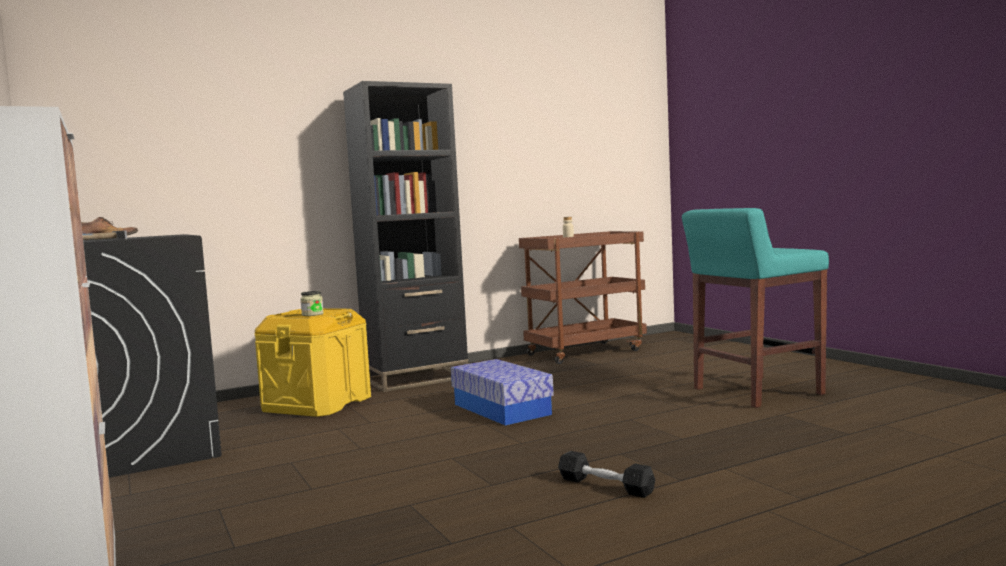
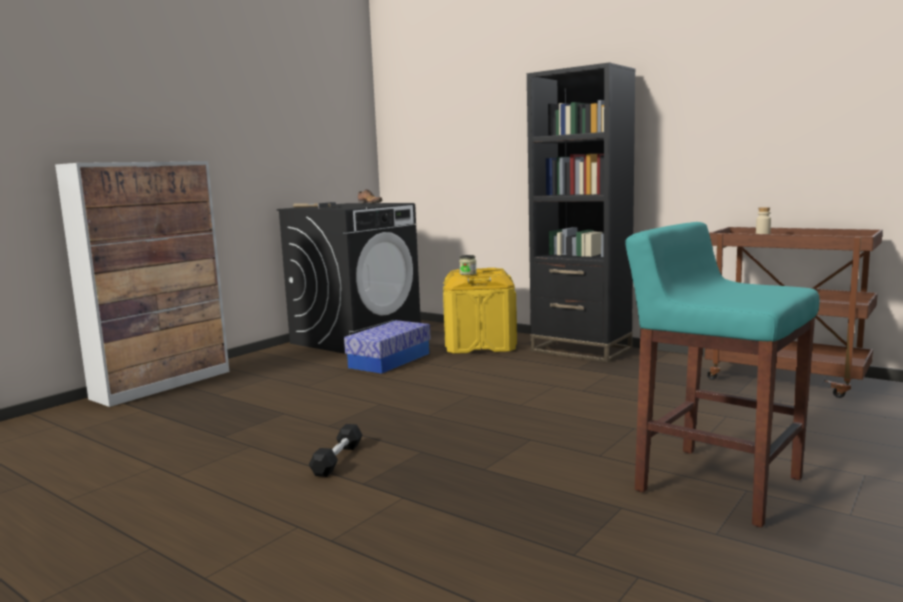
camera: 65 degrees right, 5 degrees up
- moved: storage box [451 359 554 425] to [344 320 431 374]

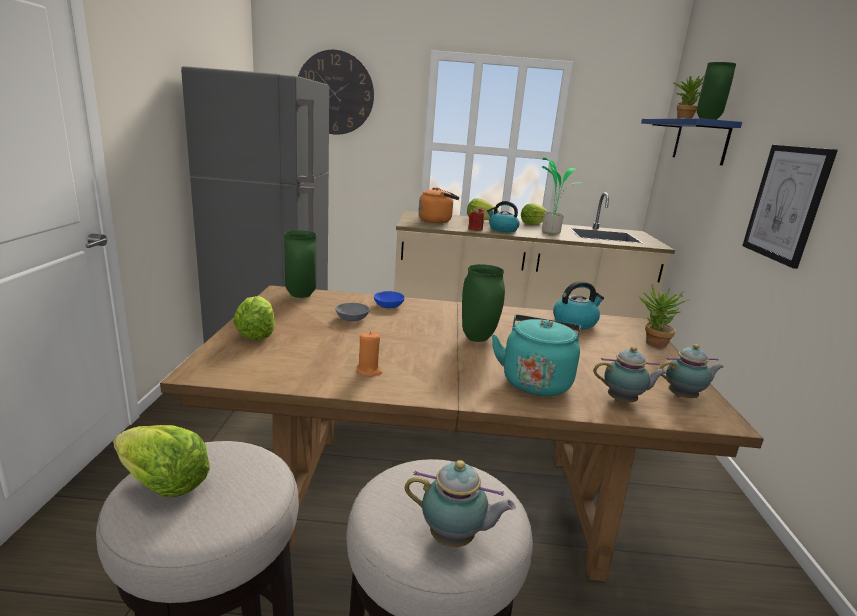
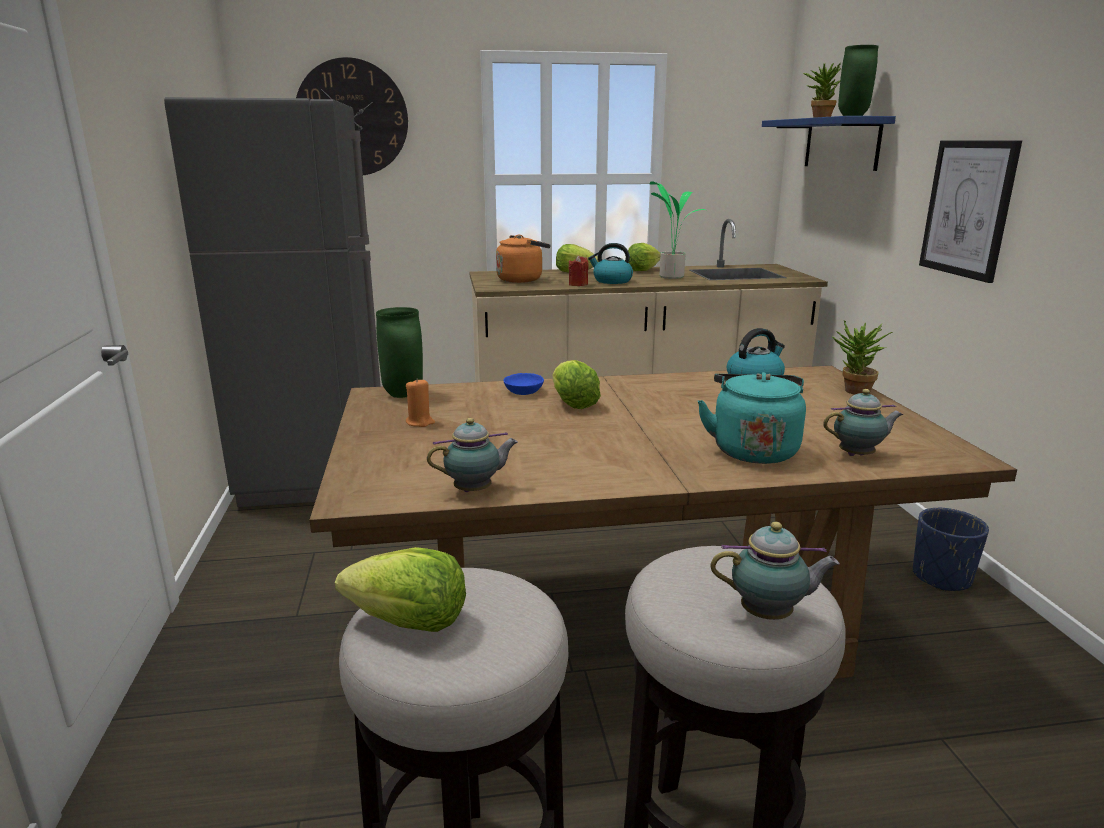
camera: 10 degrees left, 0 degrees up
- removed: vase in green [462 264 505 342]
- moved: lettuce [233 296 275 340] to [553 360 601 409]
- removed: bowl in grey [335 303 370 321]
- moved: candle in orange [356 331 382 377] to [406 378 435 427]
- moved: teapot [659 344 724 398] to [427 418 518 492]
- added: planter in blue [913 508 989 591]

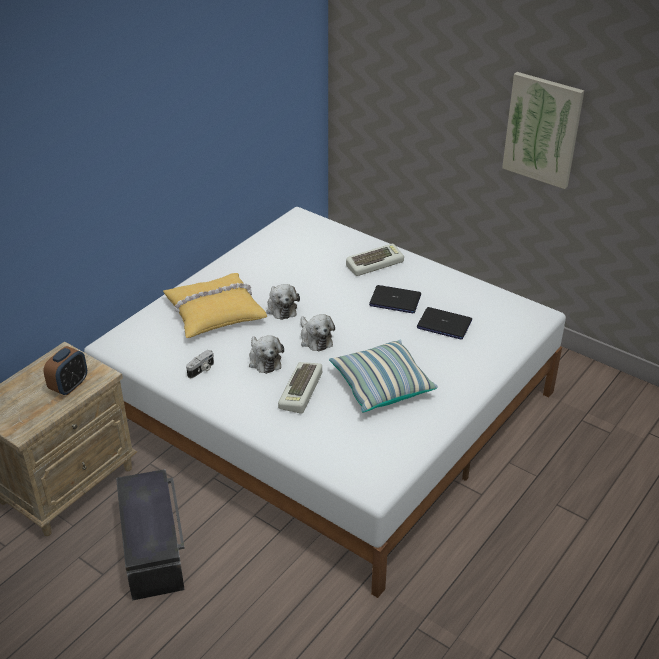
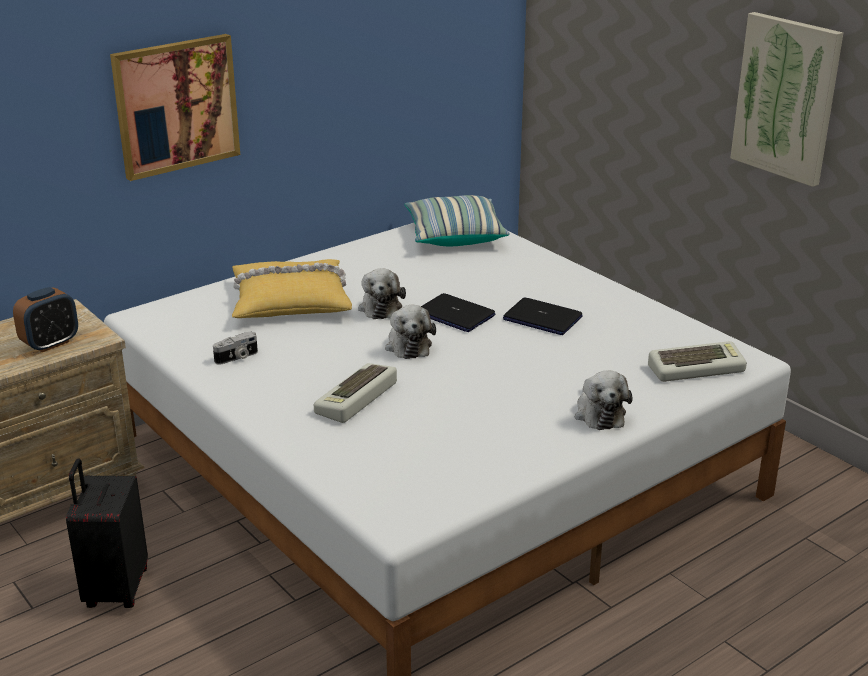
camera: 15 degrees right, 10 degrees down
- moved: keyboard [346 244 404 276] to [648 341 747 382]
- moved: laptop [417 307 472 339] to [421 293 496 332]
- moved: plush toy [249 335 284 374] to [575 371 632 430]
- moved: pillow [329 340 438 412] to [405 195 510 246]
- replaced: storage box in black [116 469 185 601] to suitcase in black [66 458 148 608]
- added: picture [110 34 240 181]

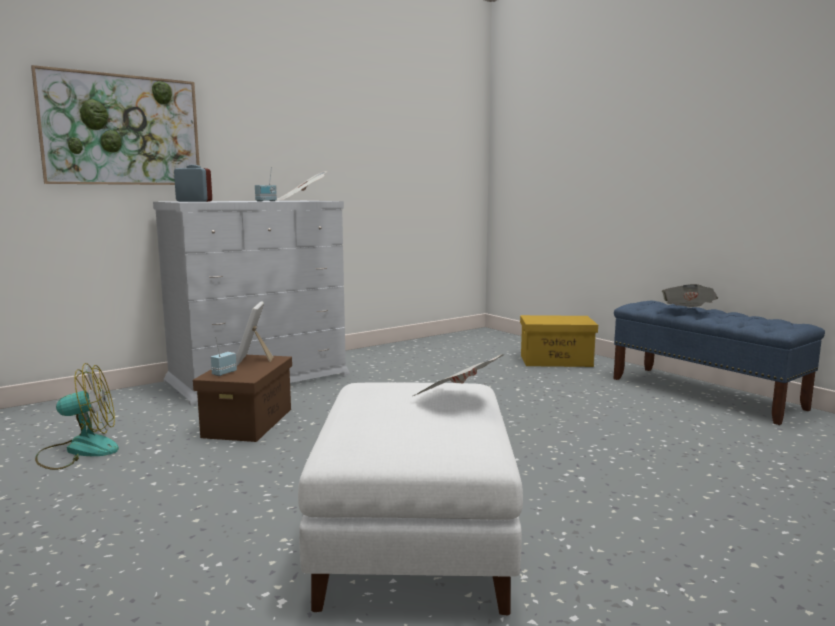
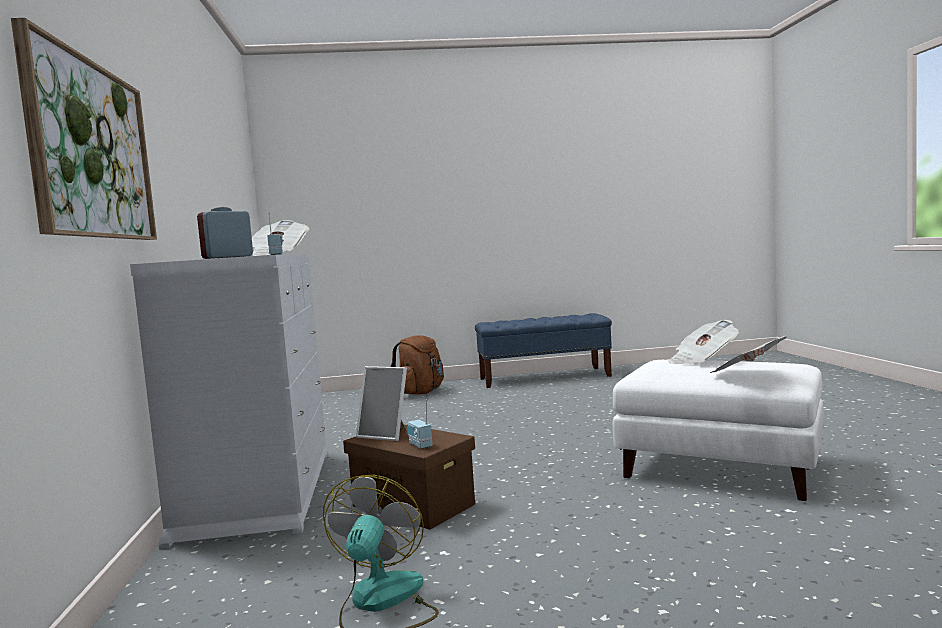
camera: 60 degrees left, 5 degrees down
- moved: newspaper [662 284 718 307] to [710 335 786 373]
- replaced: storage box in yellow [520 315 598 367] to backpack in brown [390 335 444 394]

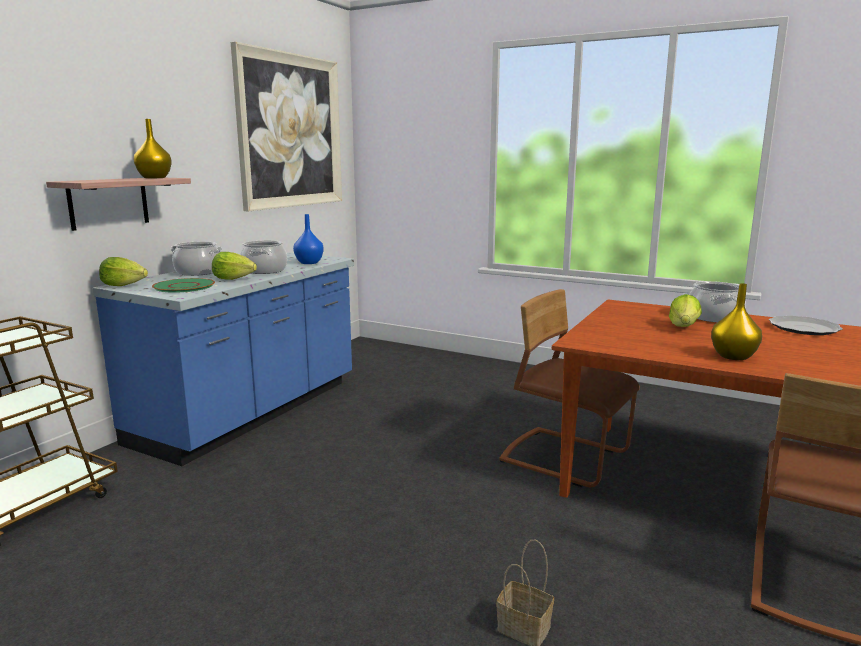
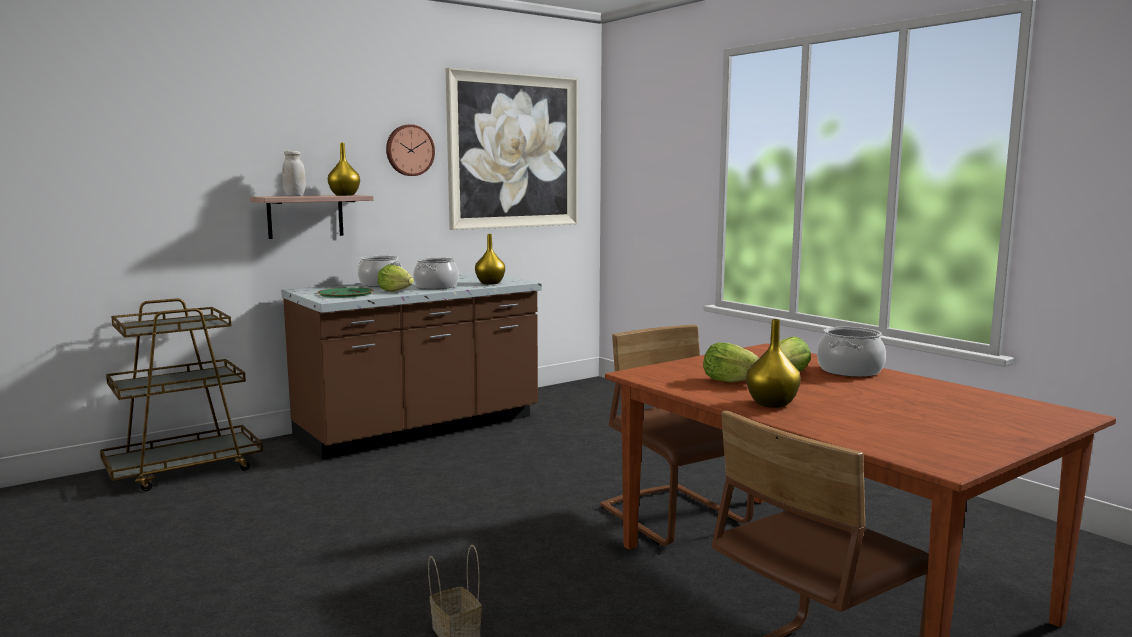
camera: 25 degrees right, 5 degrees down
- recoloured: vase in blue [293 214 324 264] to vase in yellow [475 234 505 284]
- recoloured: counter in blue [93 252 354 466] to counter in brown [281 273 542 460]
- moved: lettuce [99 257 148 286] to [703 343 759 382]
- removed: plate [769 316 843 335]
- added: wall clock [386 124 435 176]
- added: jar in white [282 151 306 196]

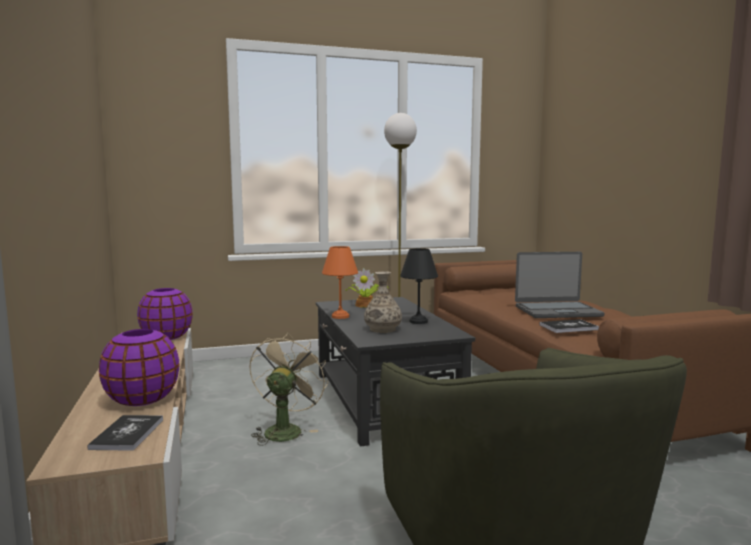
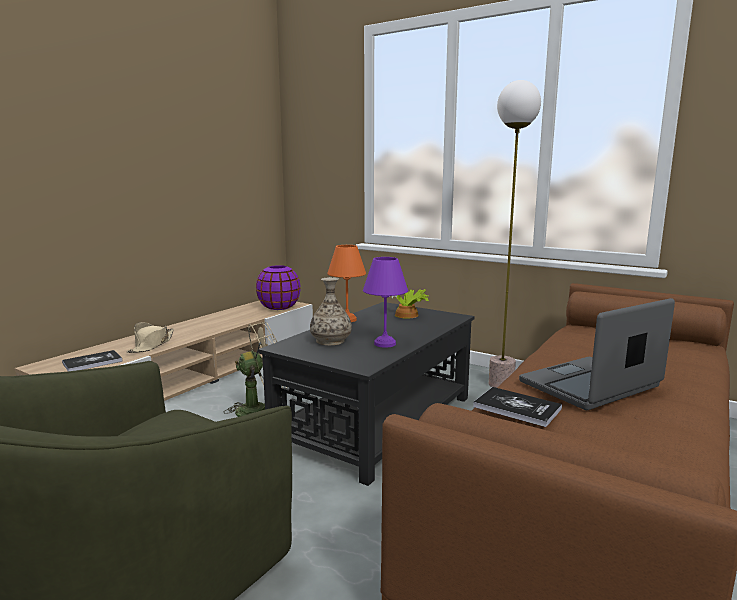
camera: 50 degrees right, 5 degrees up
- recoloured: table lamp in black [400 248 438 324] to table lamp in purple [363 257 408 348]
- turned: laptop [515 252 605 318] = [519 298 675 410] 105 degrees clockwise
- replaced: vase in purple [99 329 180 406] to hat in beige [126 322 174 353]

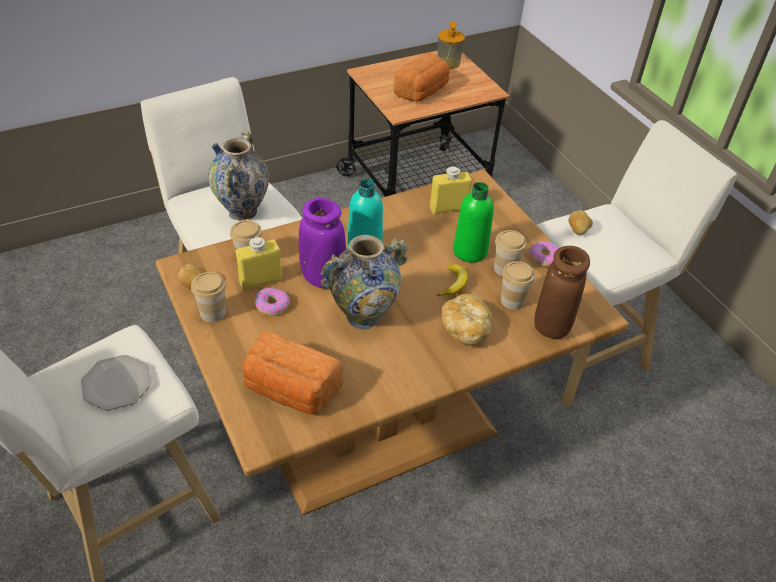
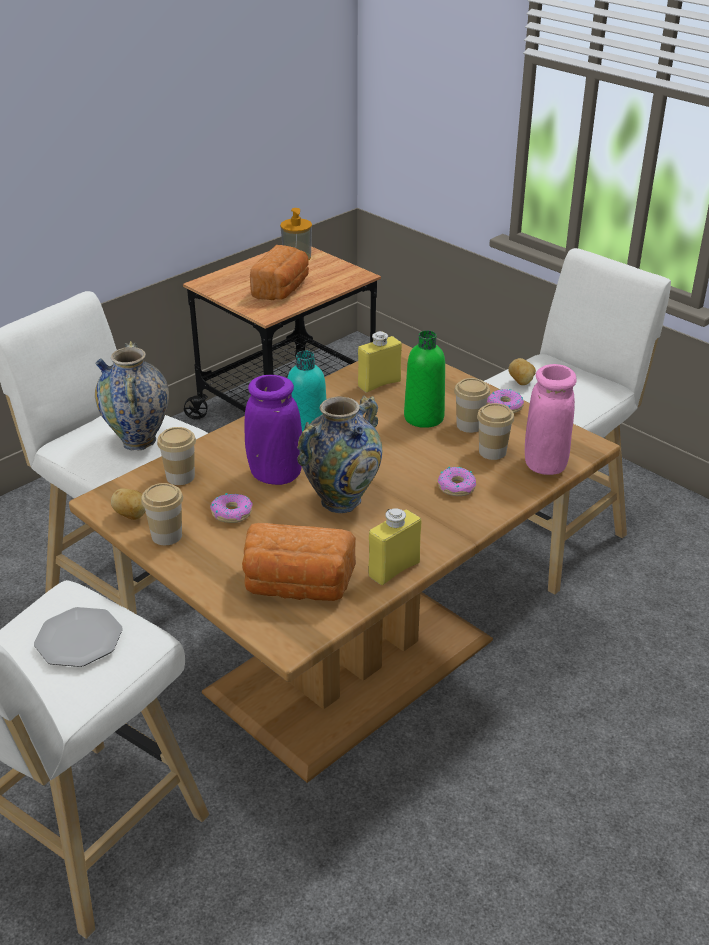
camera: 15 degrees left, 10 degrees down
- moved: bottle in yellow [236 237 282 291] to [368 508 421 585]
- recoloured: vase in brown [534 246 590 339] to vase in pink [525 364 577 475]
- removed: banana [436 264 468 296]
- replaced: bread [441 294 492 345] to donut [438 467 476 496]

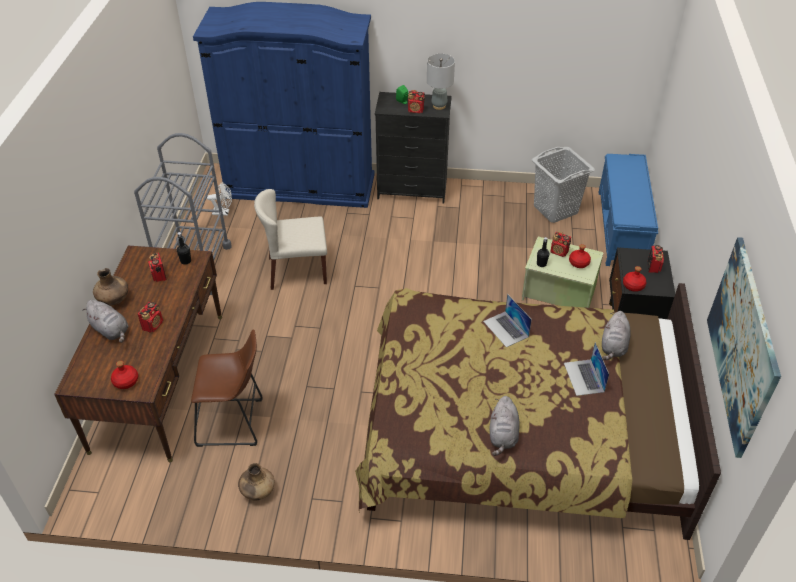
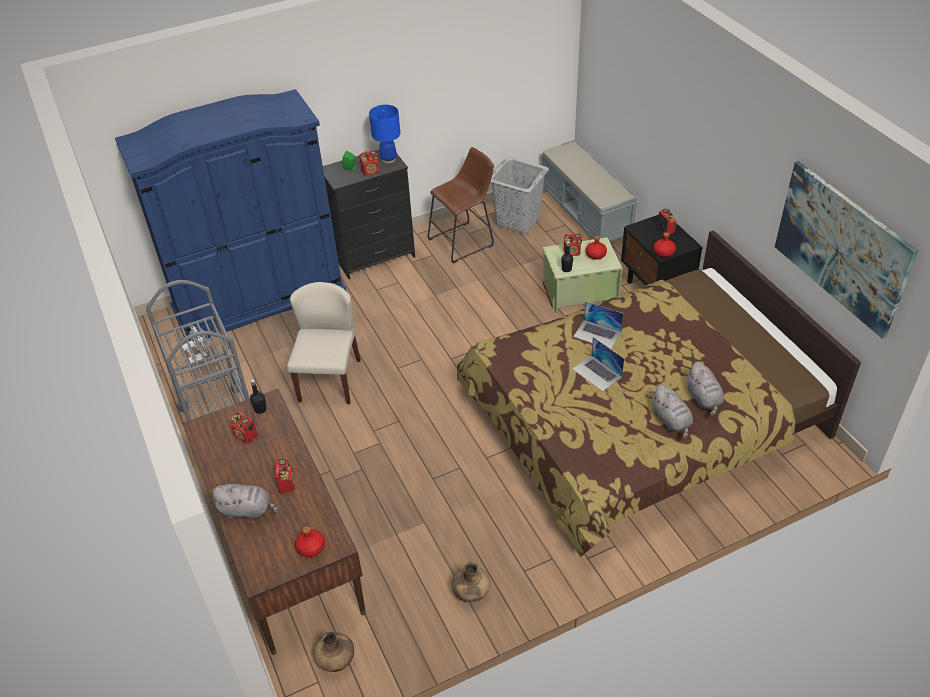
camera: 30 degrees left, 0 degrees up
- recoloured: table lamp in grey [427 54 455 110] to table lamp in blue [369 105 400 164]
- recoloured: bench in blue [598 154 658 266] to bench in grey [541 140 638 242]
- turned: chair in beige [254 189 327 290] = [287 282 361 404] 135 degrees clockwise
- moved: vase in brown [93 268 128 306] to [314 631 354 672]
- moved: plush toy in grey [602 311 631 360] to [686 361 724 416]
- moved: stool in brown [191 329 263 447] to [428 147 494 264]
- moved: laptop [564 342 609 396] to [572 337 624 392]

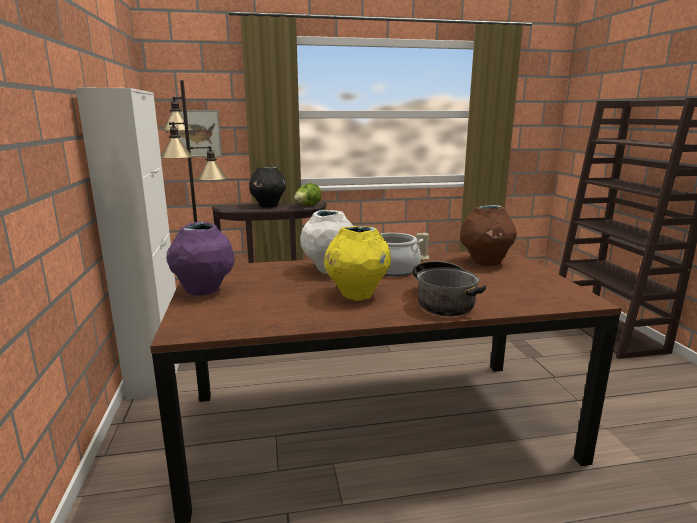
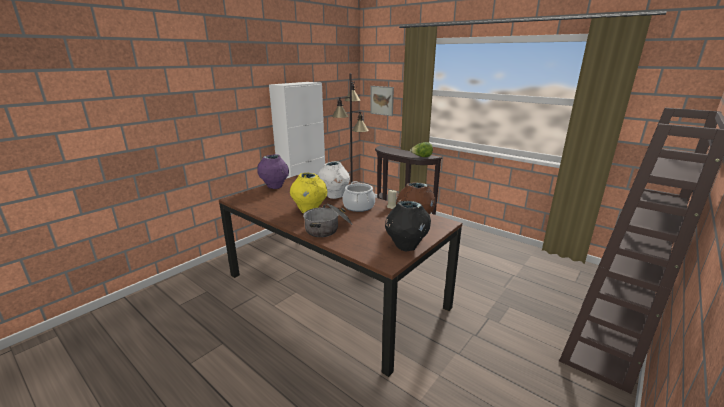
camera: 50 degrees right, 5 degrees up
- moved: vase in black [249 167 286 208] to [385 201 431 251]

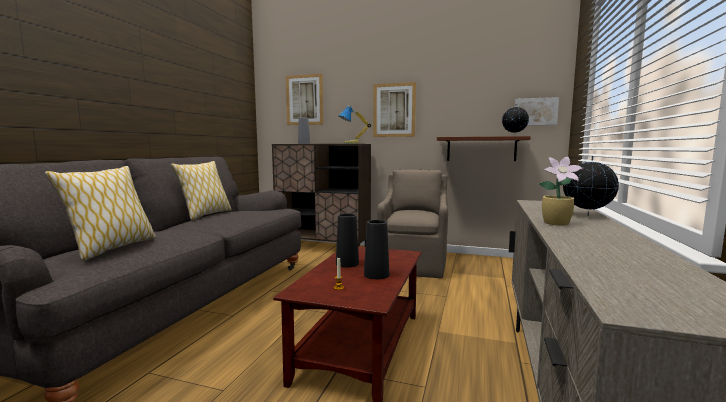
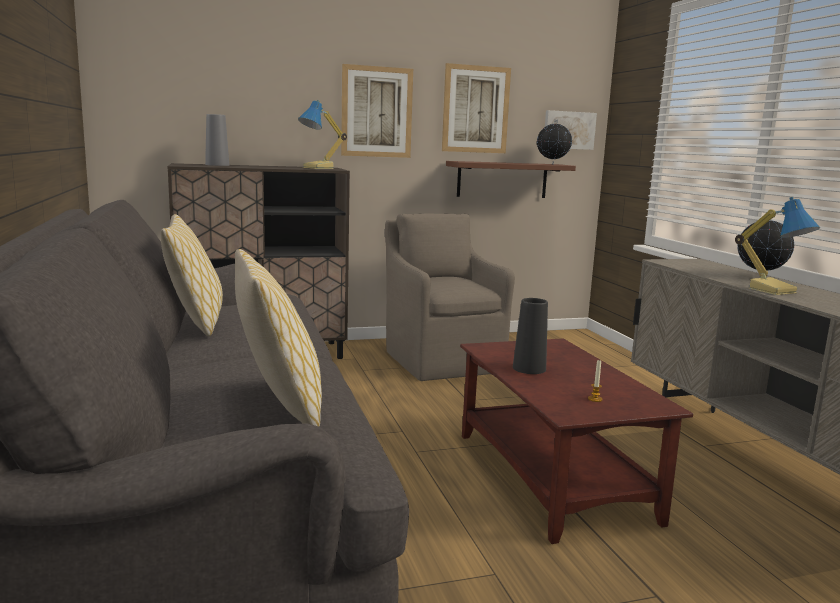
camera: 35 degrees left, 5 degrees up
- moved: picture [286 74 323 125] to [442 63 511 153]
- replaced: potted plant [538 157 583 226] to table lamp [735 197 820 295]
- removed: vase in black [364 220 390 279]

